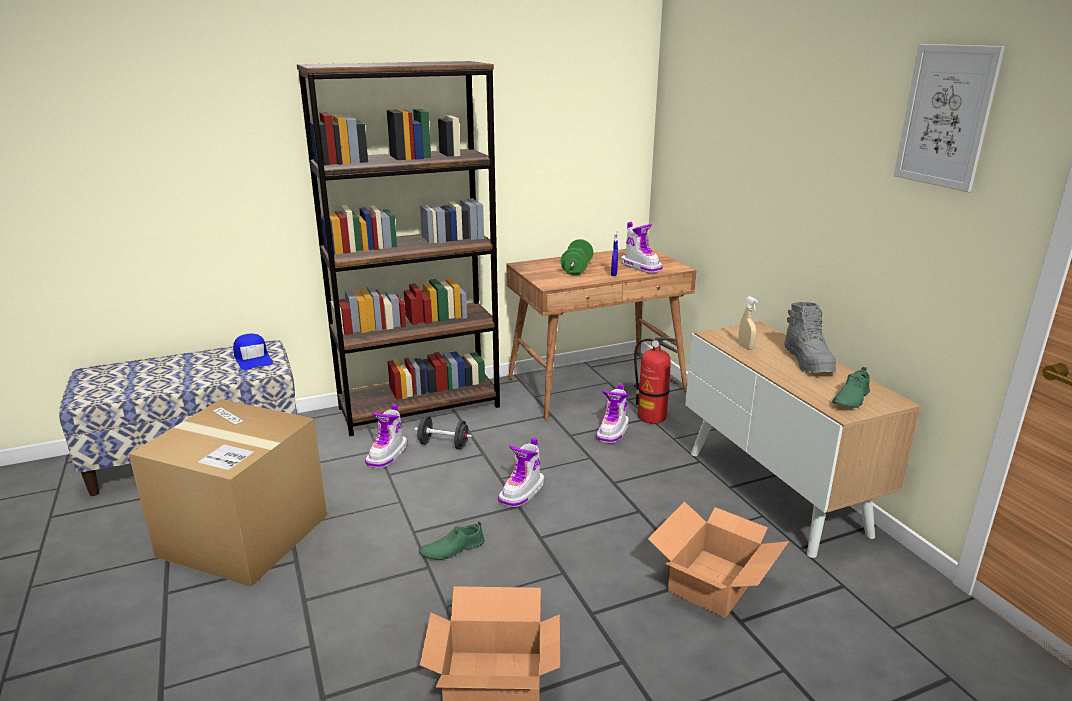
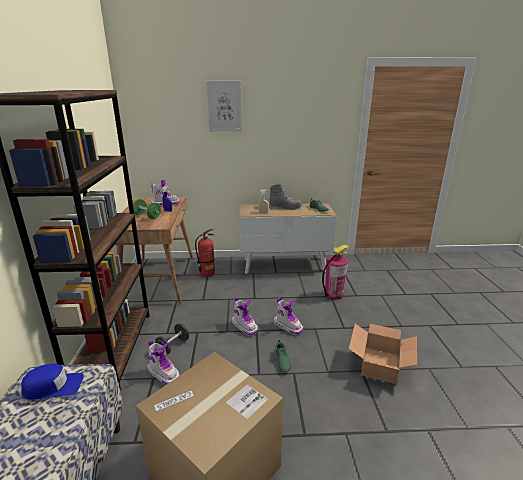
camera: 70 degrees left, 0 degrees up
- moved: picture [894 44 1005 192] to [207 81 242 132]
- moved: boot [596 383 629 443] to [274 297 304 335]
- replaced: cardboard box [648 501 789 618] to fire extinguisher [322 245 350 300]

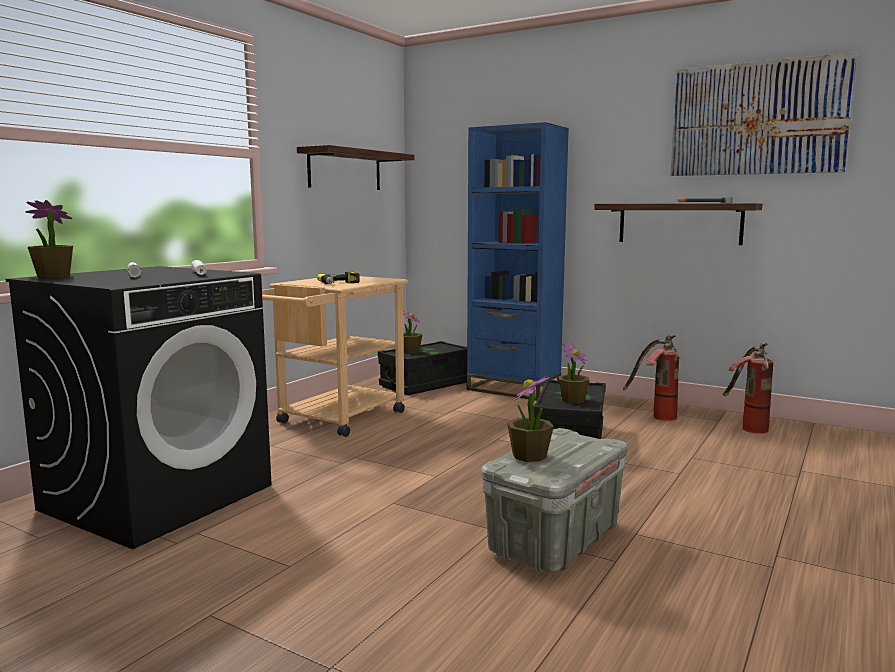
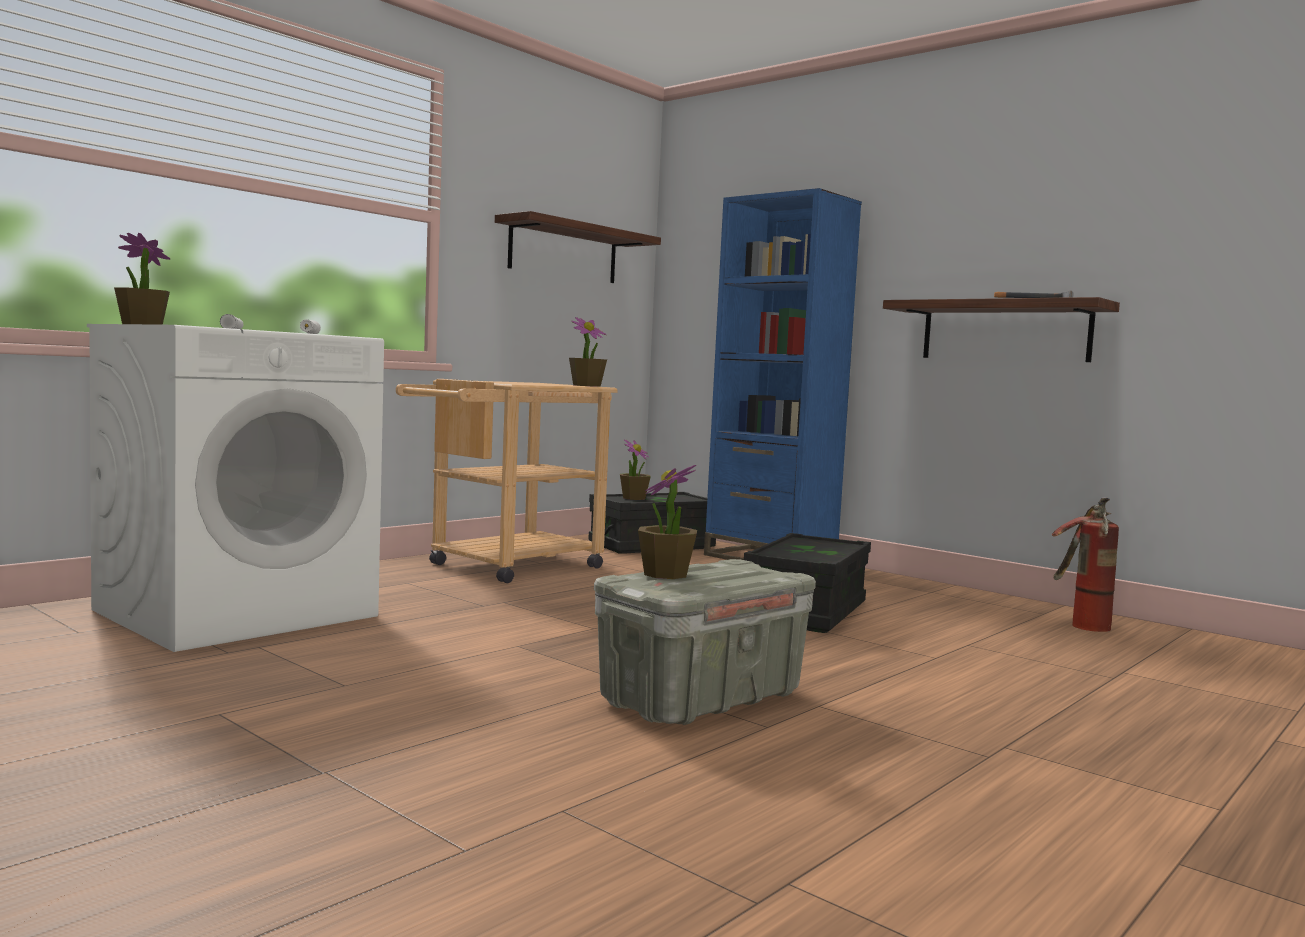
camera: 10 degrees right, 5 degrees down
- removed: picture [670 52 857 176]
- recoloured: washing machine in black [6 266 271 549] to washing machine in white [87 324 384 652]
- removed: power drill [317 271 360 284]
- removed: fire extinguisher [623 335 681 421]
- moved: potted plant [558 343 590 404] to [569 317 607 387]

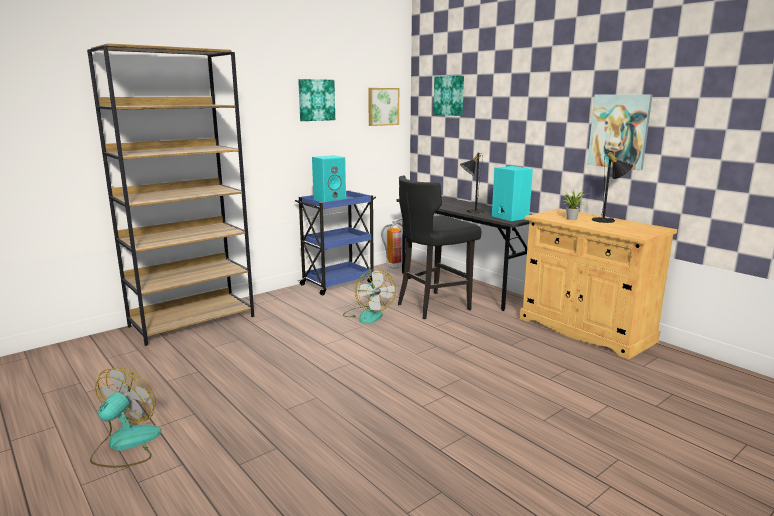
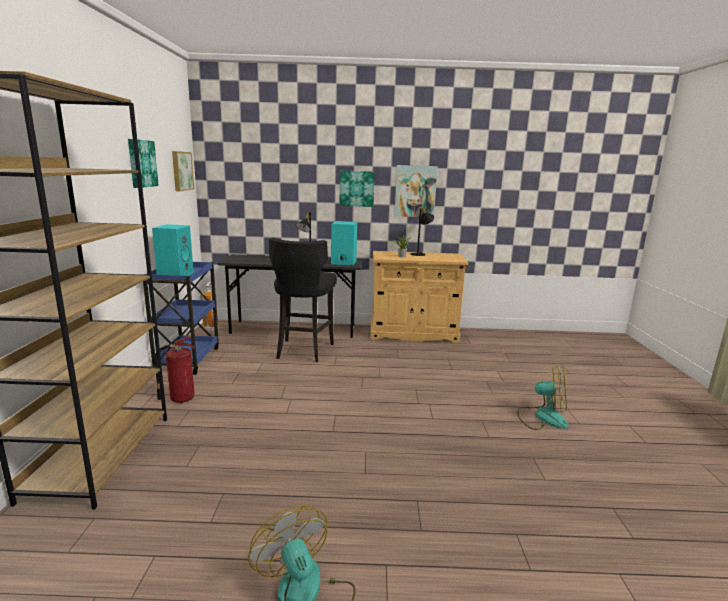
camera: 50 degrees left, 0 degrees up
- moved: picture [433 76 464 116] to [339 171 375 207]
- moved: fan [343 269 396 324] to [517 366 568 430]
- added: fire extinguisher [154 335 195 403]

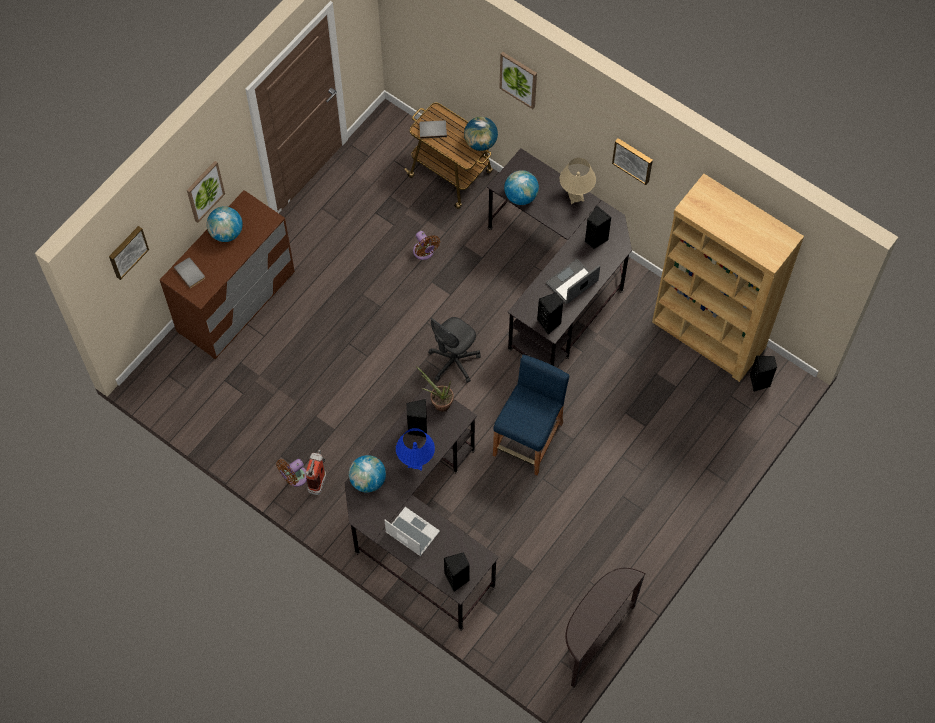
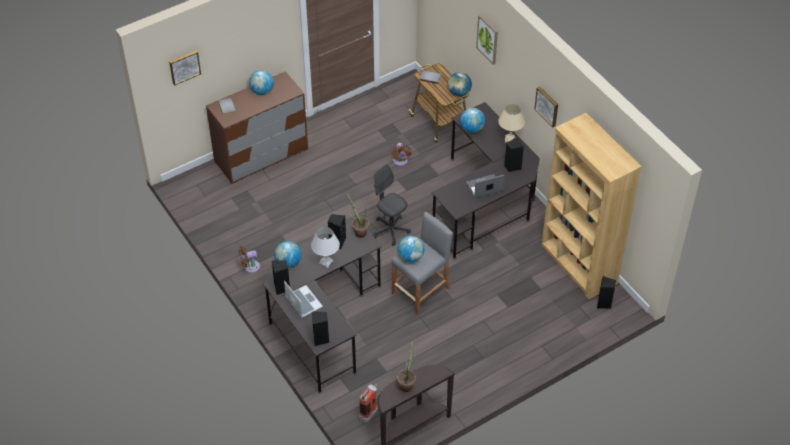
camera: 20 degrees right, 15 degrees down
- removed: picture [187 161 225 223]
- moved: speaker in black [537 292 563 335] to [272 260 290 295]
- turned: office chair in grey [428 317 481 383] = [373 164 411 246] 75 degrees clockwise
- recoloured: stool in blue [493 355 569 476] to stool in grey [391 212 453 315]
- recoloured: table lamp in blue [396 428 435 471] to table lamp in white [311 227 340 268]
- moved: fire extinguisher [305 449 326 495] to [359 384 379 422]
- added: globe [397 236 424 263]
- added: potted plant [397 342 416 392]

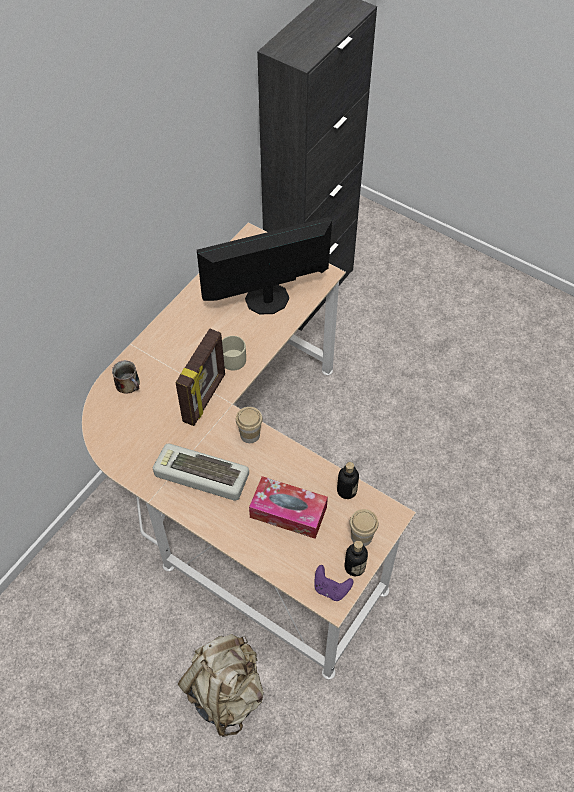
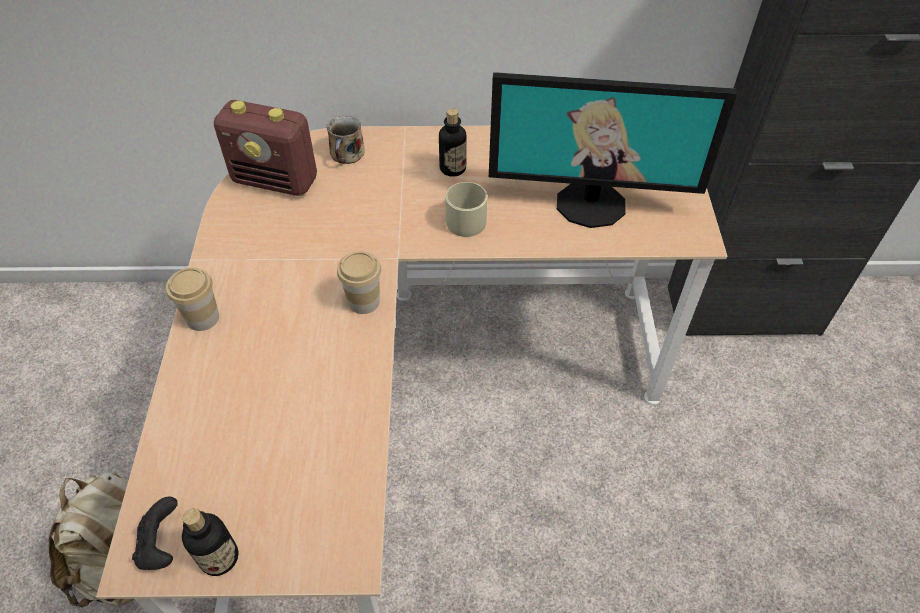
camera: 55 degrees right, 5 degrees down
- turned: monitor [197 217 332 314] = [489 72 737 228] 150 degrees clockwise
- removed: picture frame [175 328 225 426]
- removed: keyboard [153 443 249 501]
- moved: bottle [337 462 359 499] to [439 108 467 177]
- removed: tissue box [249 476 328 539]
- moved: cup [349 509 379 546] to [166 267 219 331]
- recoloured: game controller in purple [315 565 353 601] to game controller in black [132 497 178 570]
- added: radio [214 100 317 196]

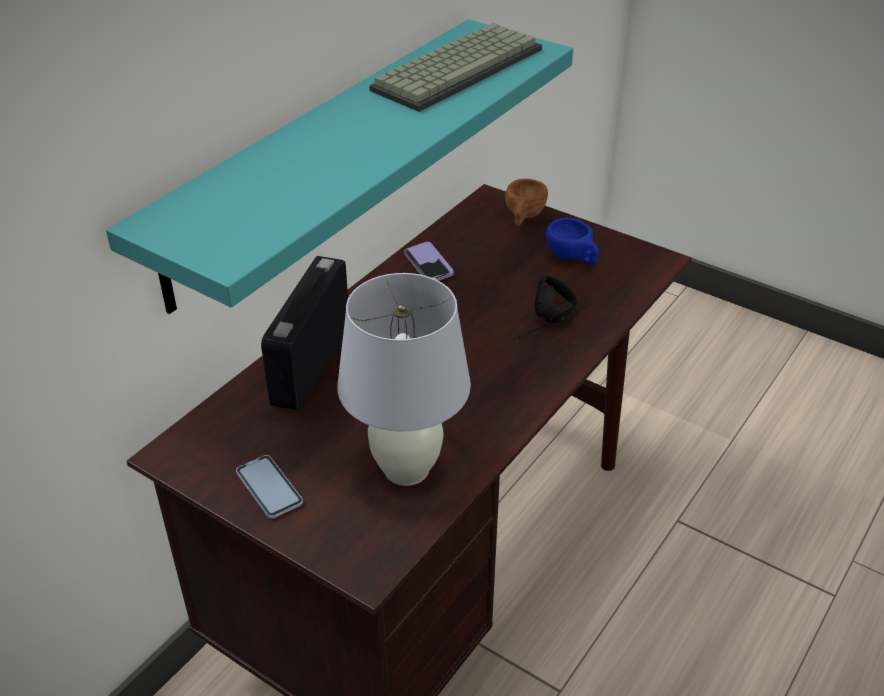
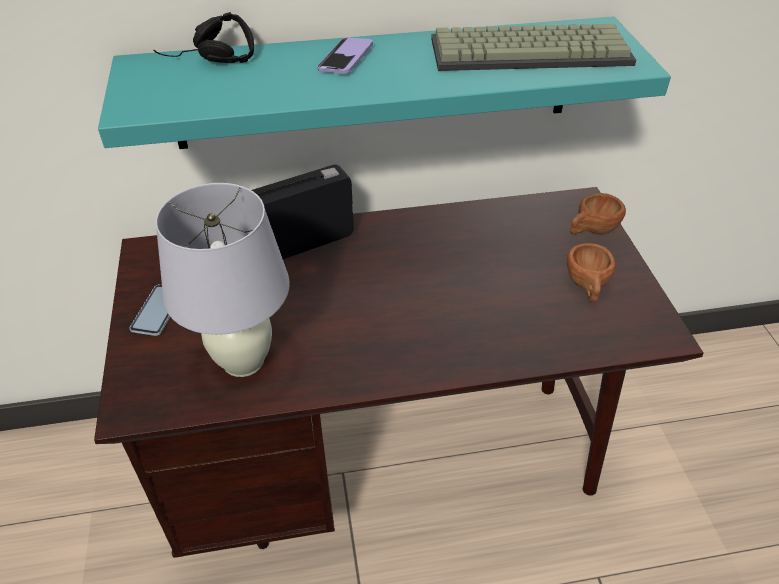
camera: 45 degrees right, 5 degrees up
- recoloured: cup in blue [545 218 599 265] to cup in brown [567 243 616 302]
- moved: phone [404 242 454 281] to [317 38 373 74]
- moved: headphones in black [518 276 579 338] to [153 12 254 63]

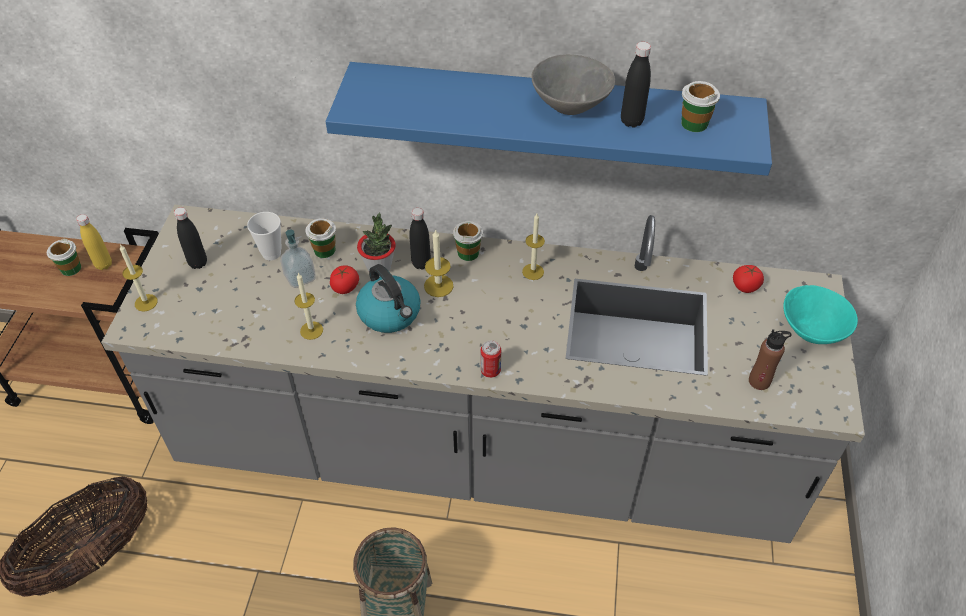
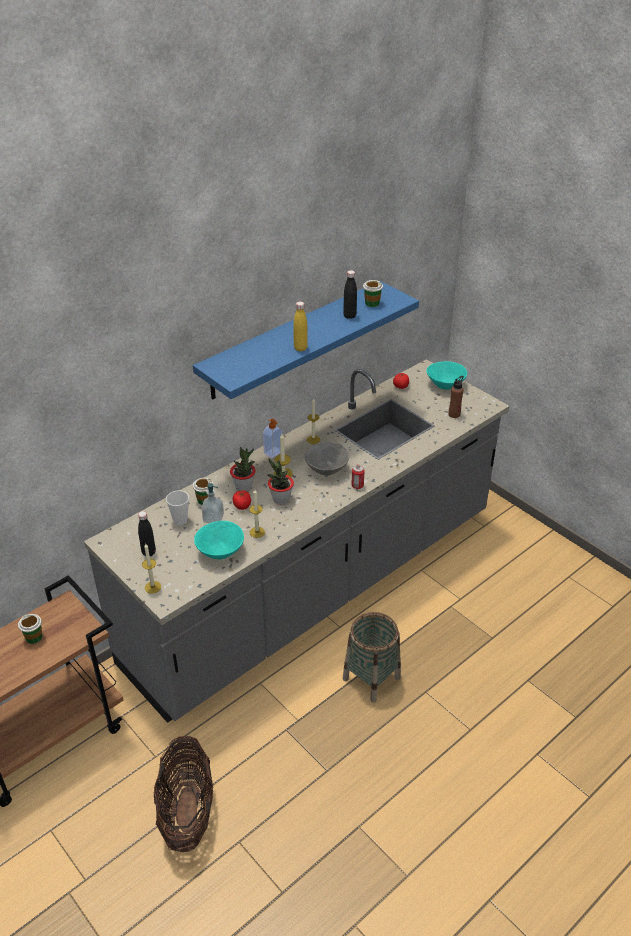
camera: 50 degrees left, 10 degrees down
- moved: bowl in grey [531 54 615 115] to [304 442 349 476]
- removed: bottle in black [409 208 431 269]
- moved: bottle in yellow [76 214 112 270] to [293 302 308 352]
- replaced: cup [453 221 483 261] to soap dispenser [263 419 282 458]
- replaced: kettle [356 264 421 333] to potted plant [267 459 294 505]
- added: bowl in turquoise [194 521 244 559]

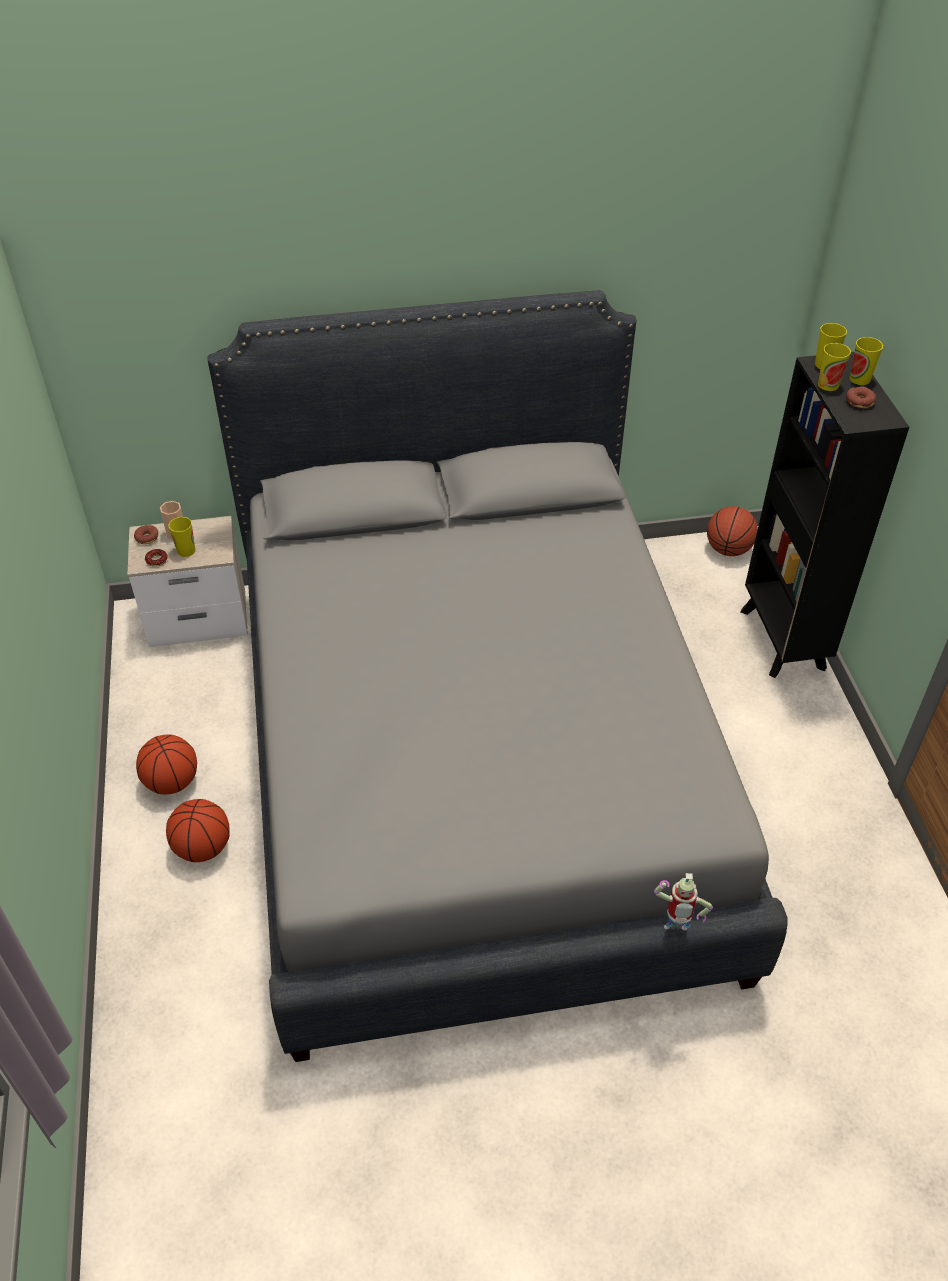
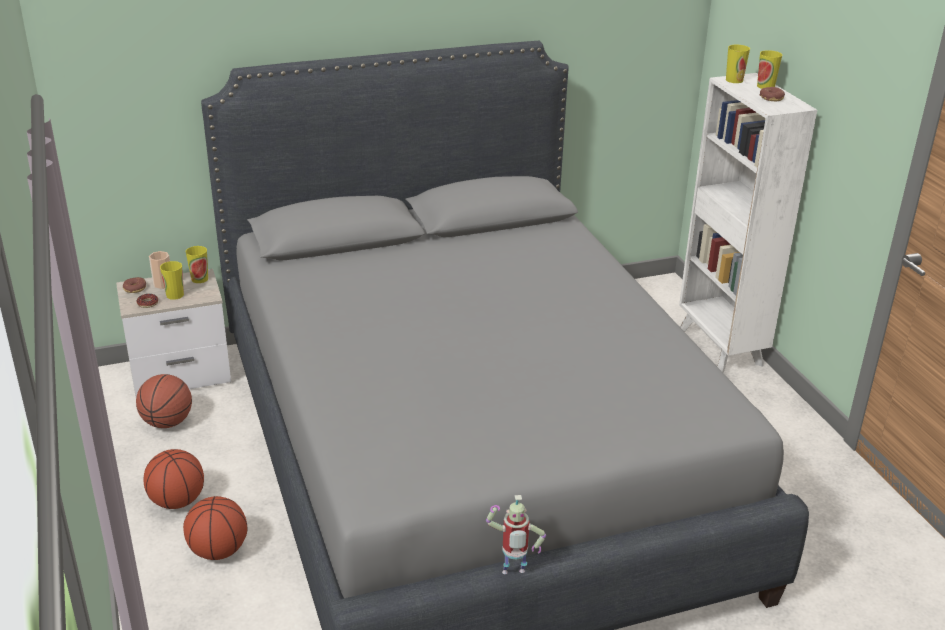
camera: 10 degrees left, 15 degrees down
- moved: cup [818 343 851 391] to [186 246 208 283]
- recoloured: bookcase in black [740 352 909 678] to bookcase in white [679 73 817 372]
- moved: basketball [707 506 758 556] to [136 374 192 428]
- moved: toy robot [654 873 713 930] to [486 495 546 574]

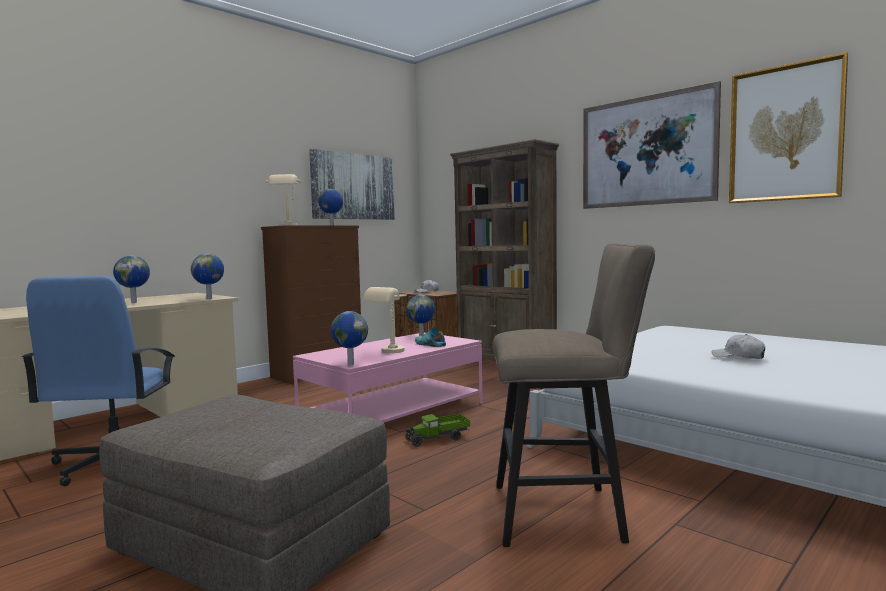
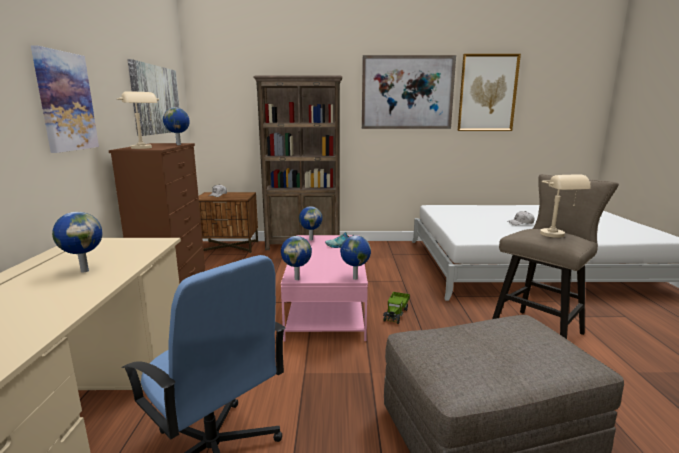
camera: 45 degrees left, 10 degrees up
- moved: globe [191 254 224 299] to [281 236 312 280]
- moved: table lamp in beige [363 287 407 353] to [540 174 591 238]
- added: picture [31 45 99 153]

